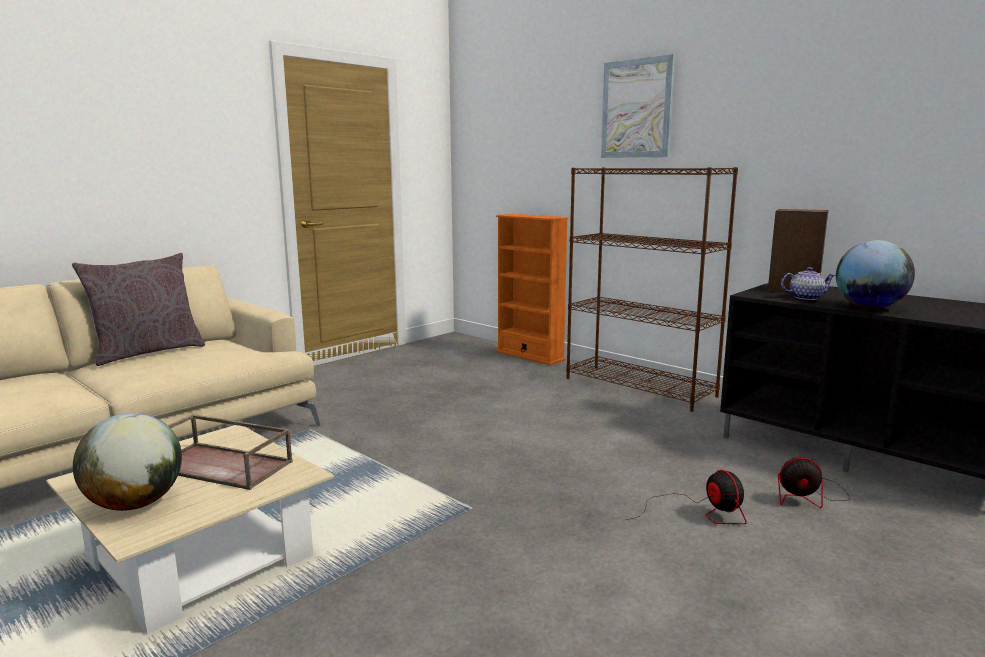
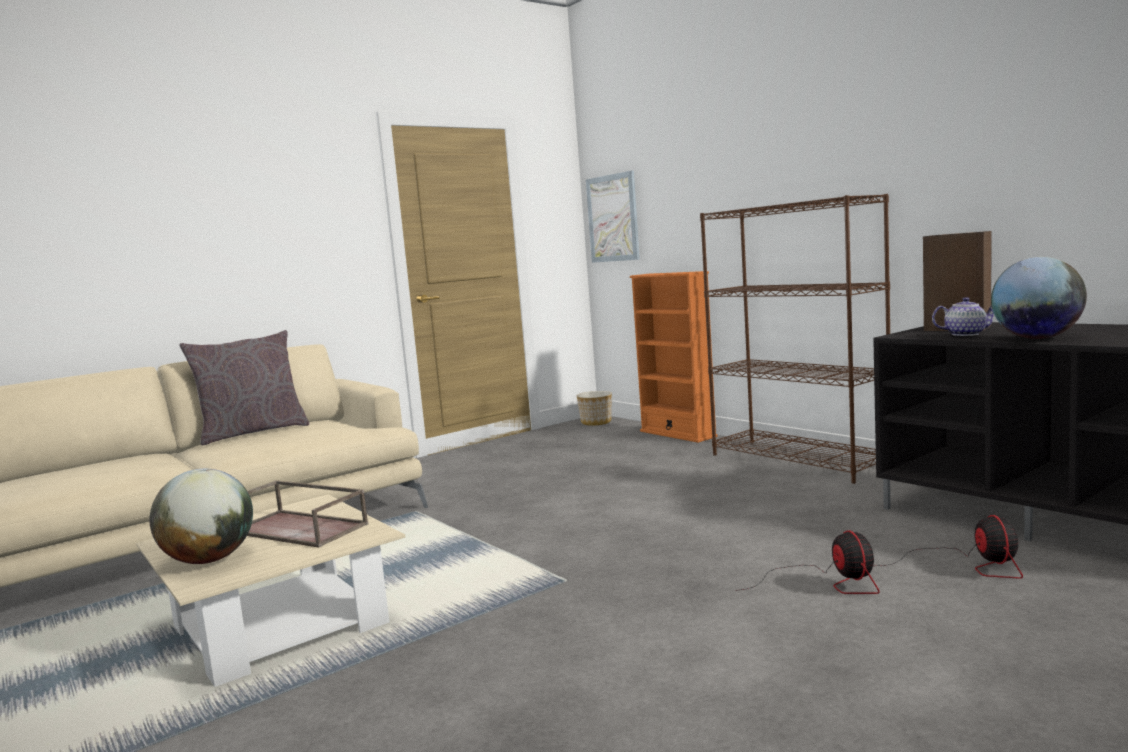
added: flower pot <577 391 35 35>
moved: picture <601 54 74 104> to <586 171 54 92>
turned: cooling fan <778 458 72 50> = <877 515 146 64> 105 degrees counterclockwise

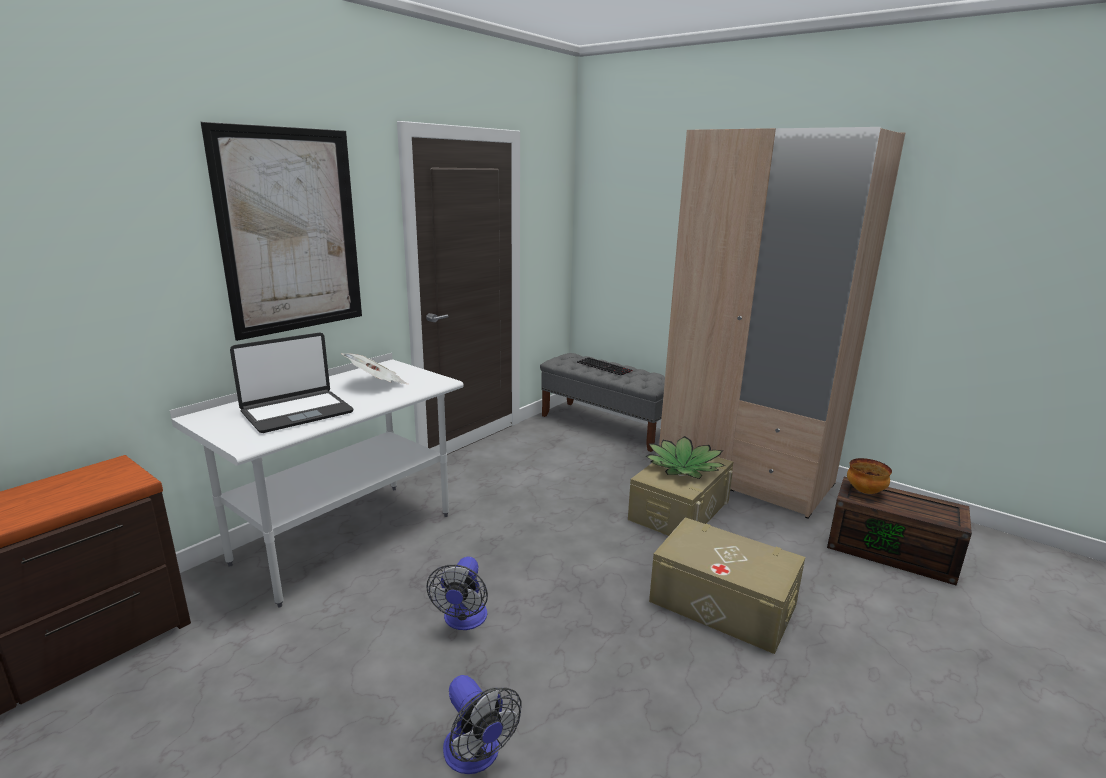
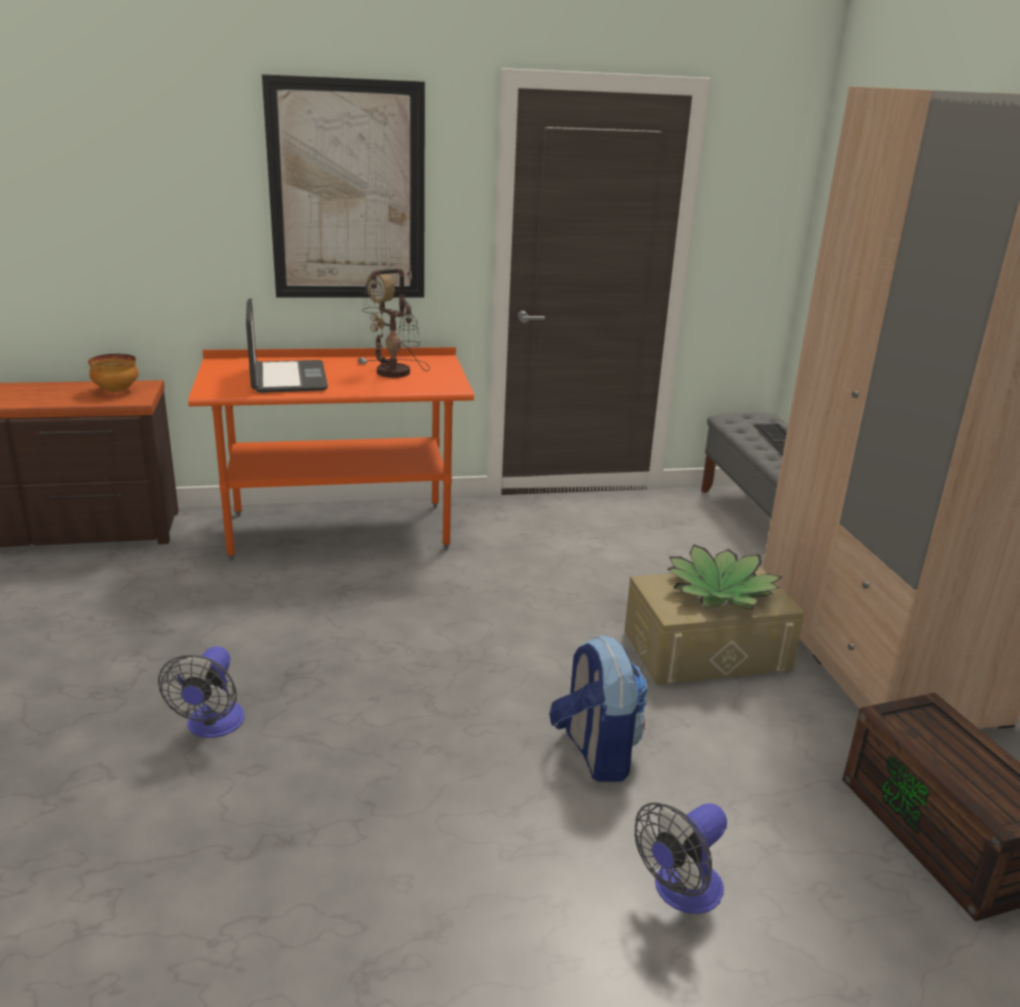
moved: cooling fan <427 557 61 73> to <635 802 92 112>; serving bowl <847 458 45 36> to <88 354 50 38>
replaced: daily paper <341 353 67 31> to table lamp <357 268 73 110>; storage container in beige <649 517 156 137> to backpack <549 635 99 147>
recoloured: desk table in white-coloured <170 353 294 255> to desk table in orange-coloured <188 347 286 213>
turned: laptop <230 332 123 101> = <246 298 82 95> 105 degrees counterclockwise

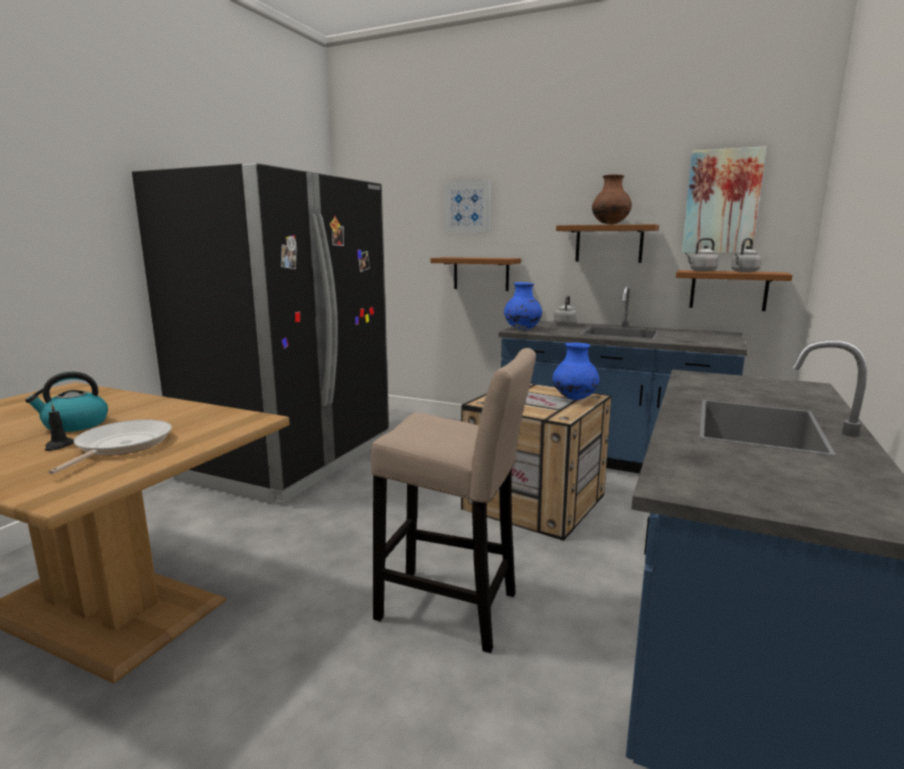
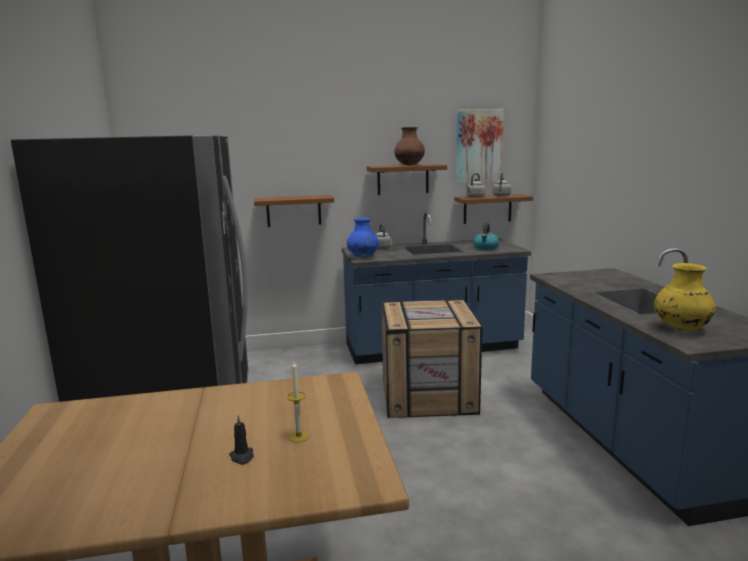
removed: stool in beige <371 348 165 305>; picture <444 181 47 52>; flower vase in blue <553 343 47 57>
added: flower vase in yellow-coloured <654 263 62 68>
moved: water kettle <25 372 83 60> to <473 223 26 27>
replaced: skillet <48 419 124 55> to candle <287 362 23 80>

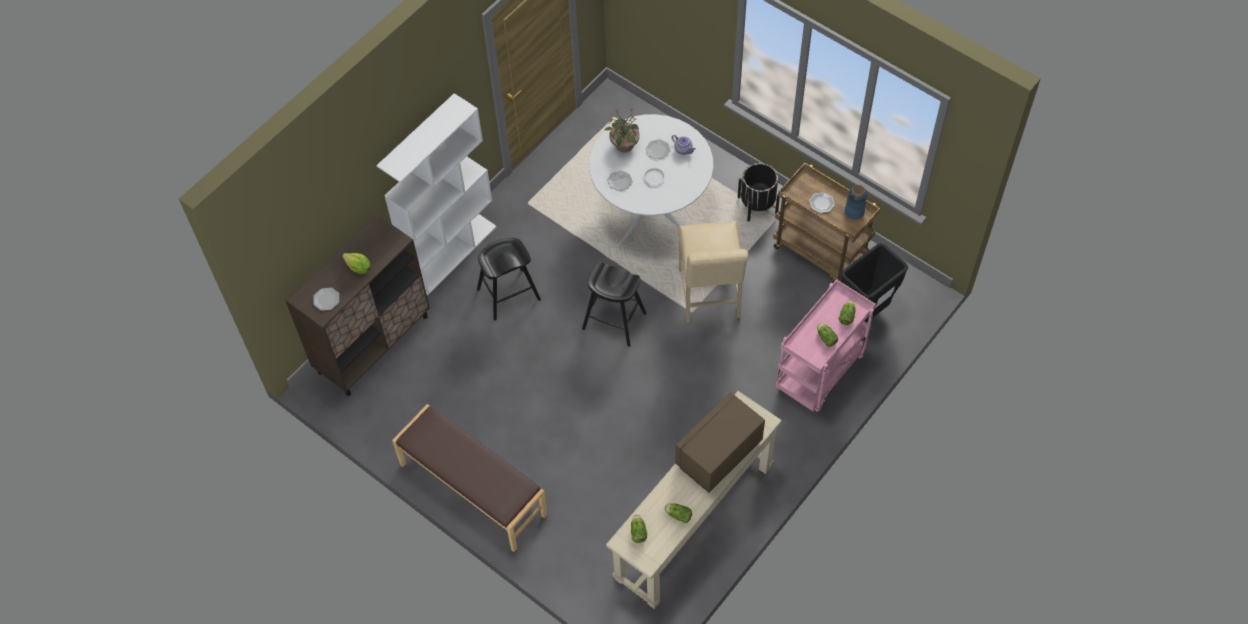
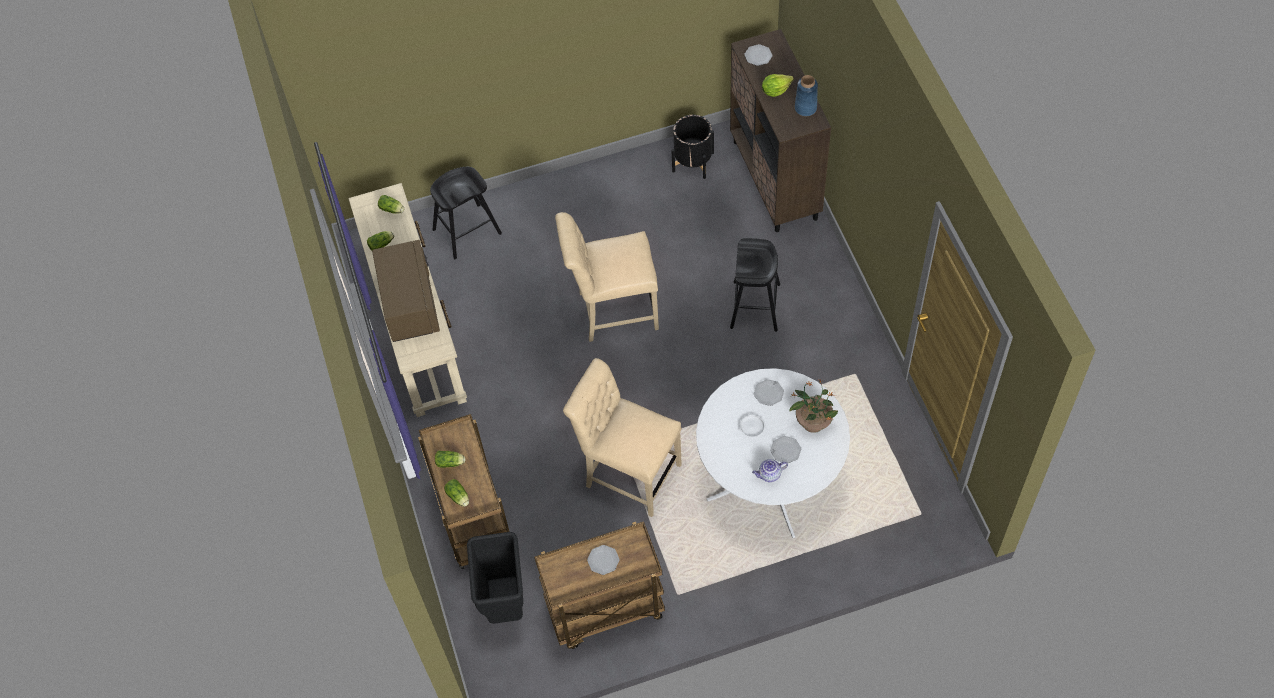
removed: bookcase in white-coloured <377 93 120 202>; indoor bench in brown <392 404 156 148>
added: chair in beige <555 212 104 130>
moved: stool in black-coloured <582 262 64 85> to <430 167 72 92>; flower pot in black-coloured <738 163 42 58> to <671 115 43 64>; flower vase in blue <845 185 22 35> to <795 75 23 41>
recoloured: trolley in pinkish <775 279 101 133> to trolley in brown <418 414 92 155>

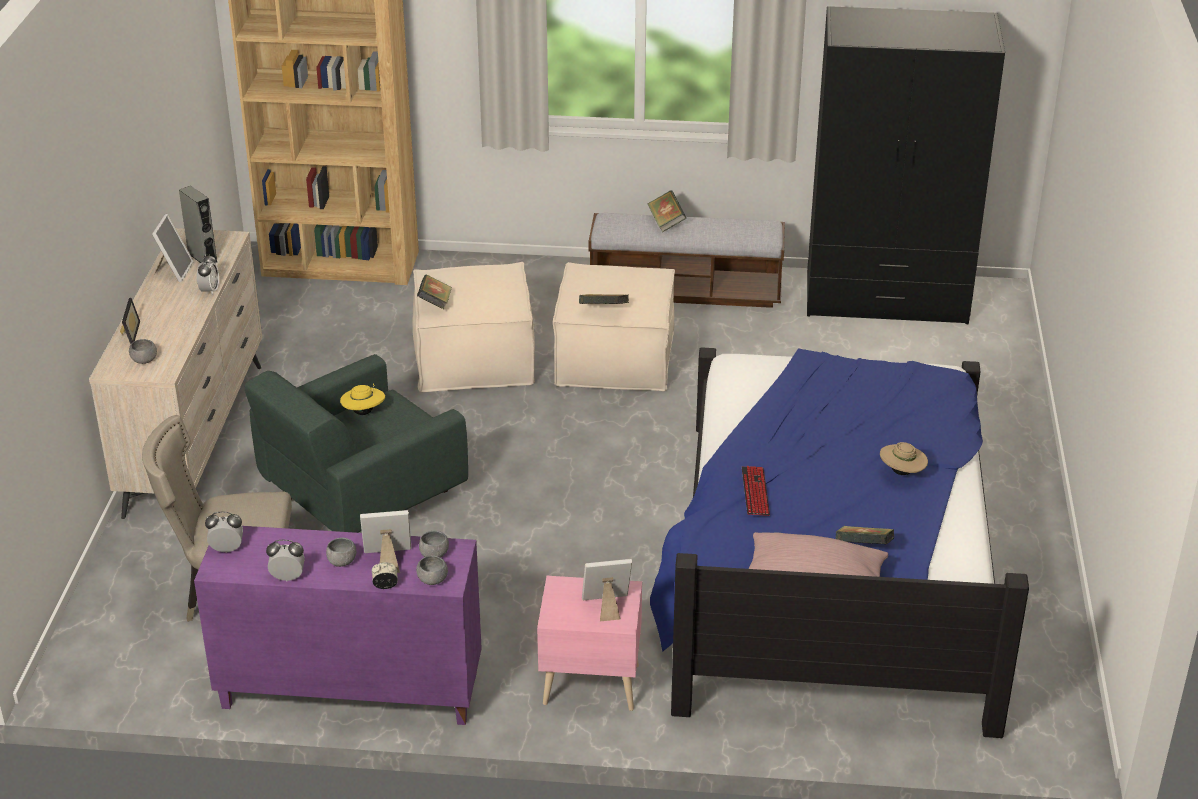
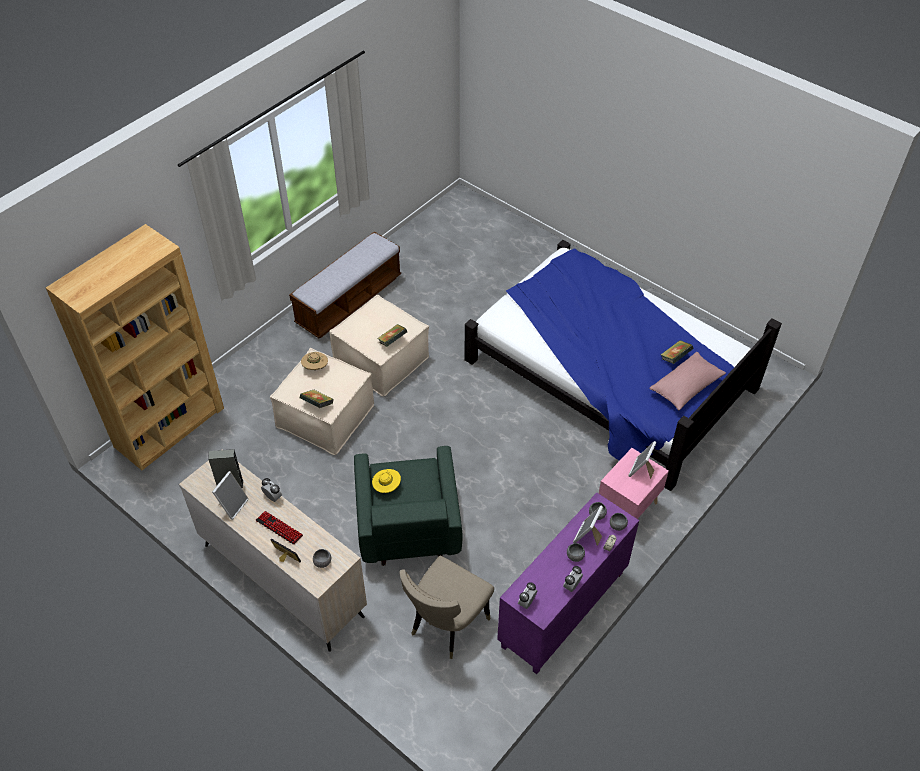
removed: book <648 190 38 42>; armoire in black-coloured <807 6 198 318>
moved: computer keyboard <742 466 28 50> to <256 511 47 34>; clothing hat in beige <880 442 48 33> to <301 352 27 18>
turned: standing frame <152 214 42 68> = <212 471 37 49> 75 degrees clockwise

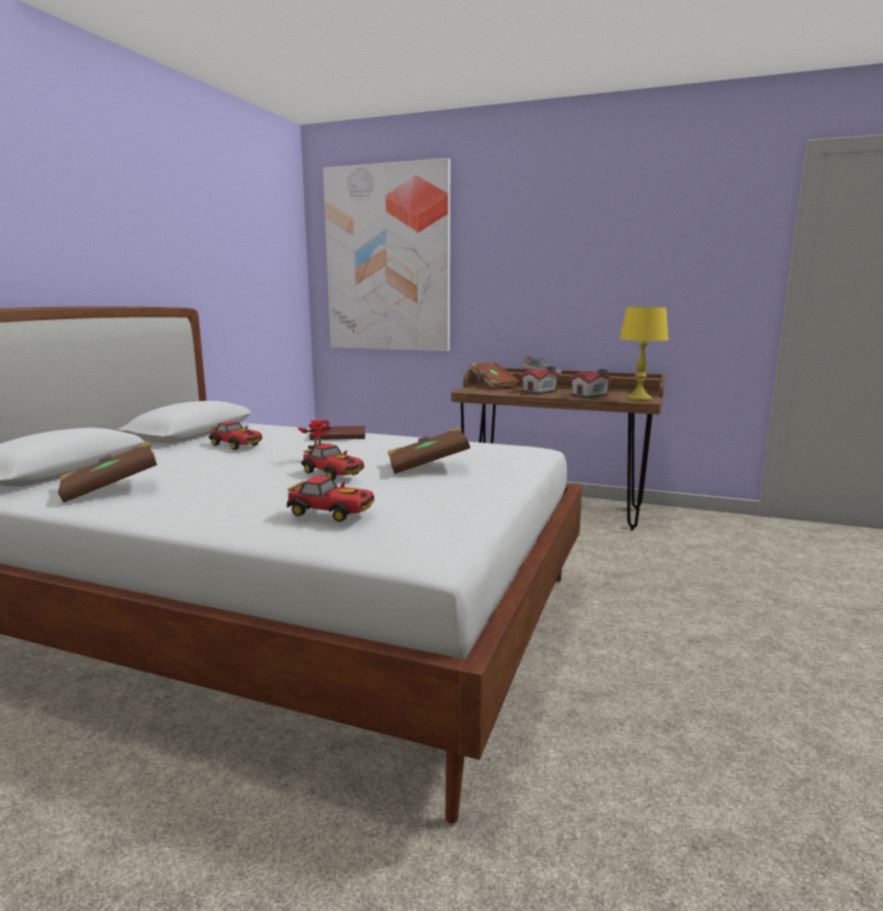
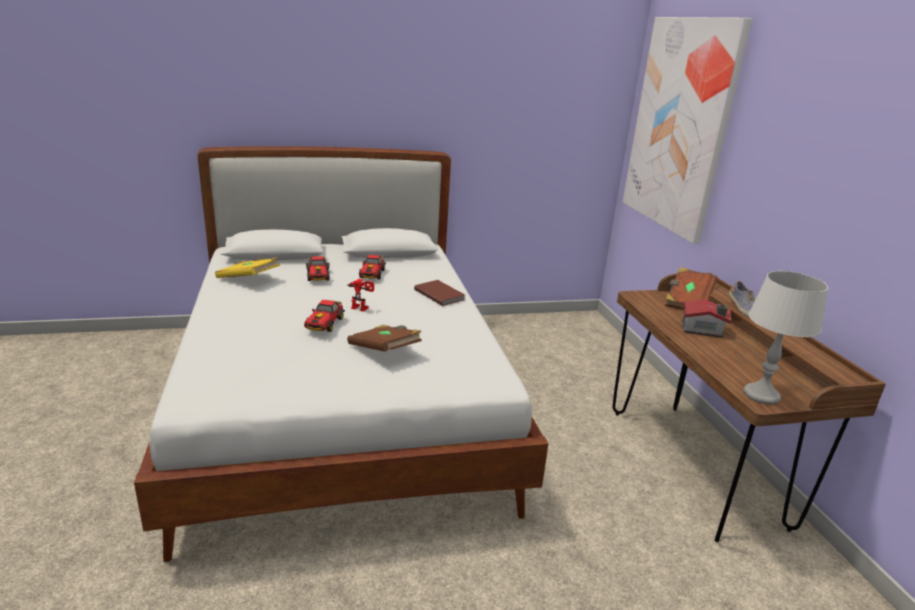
removed: model house <569 369 44 29>
moved: toy car <287 476 87 46> to <306 256 24 25>
recoloured: book in brown <58 442 99 60> to book in yellow-coloured <215 257 65 21>; table lamp in yellow-coloured <619 307 50 95> to table lamp in greyish <744 271 84 134>

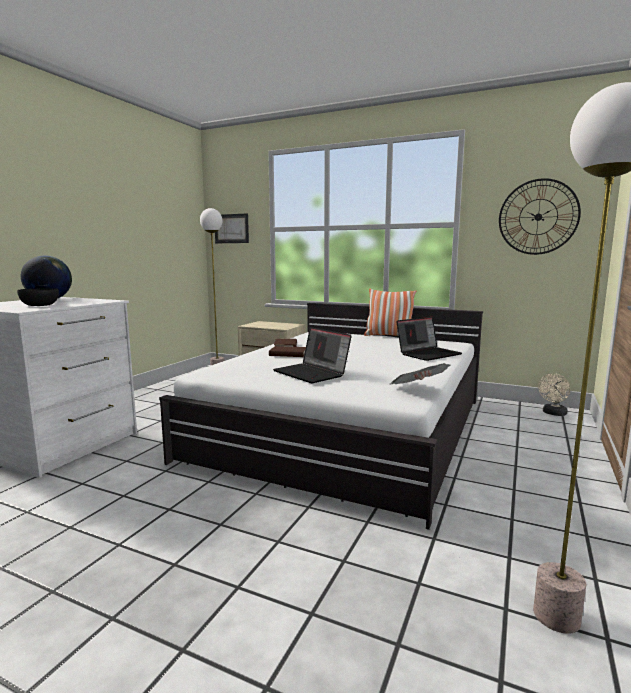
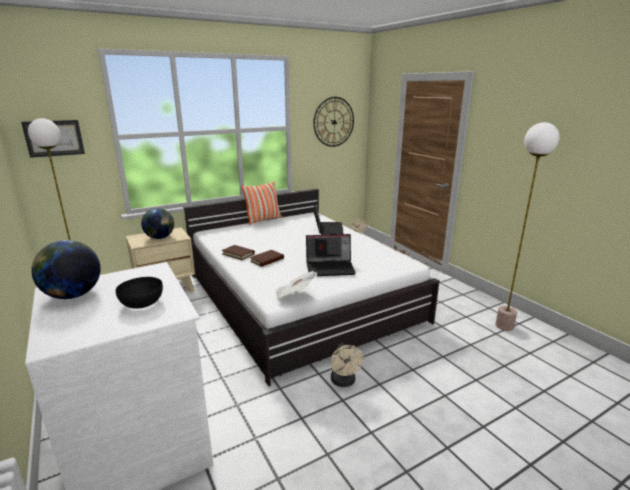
added: world globe <141 208 33 31>; cooling fan in beige <330 343 34 44>
moved: daily paper <391 363 60 21> to <276 271 41 28>

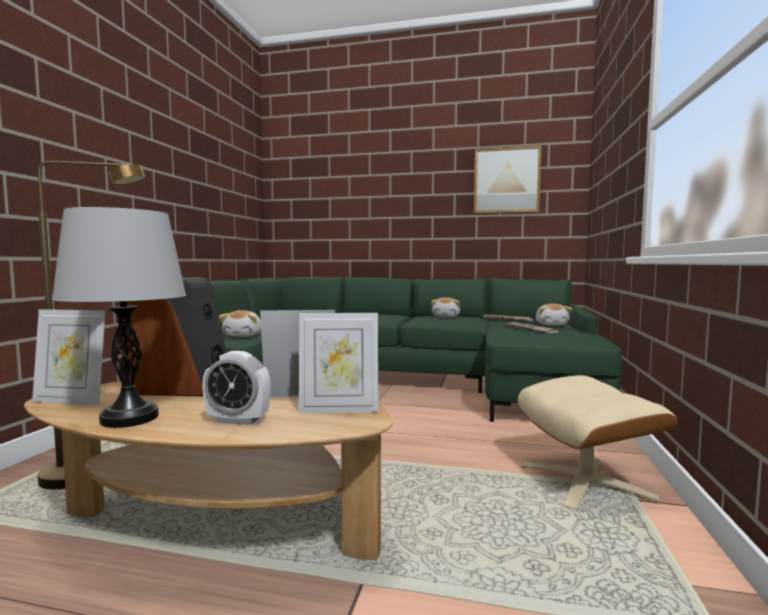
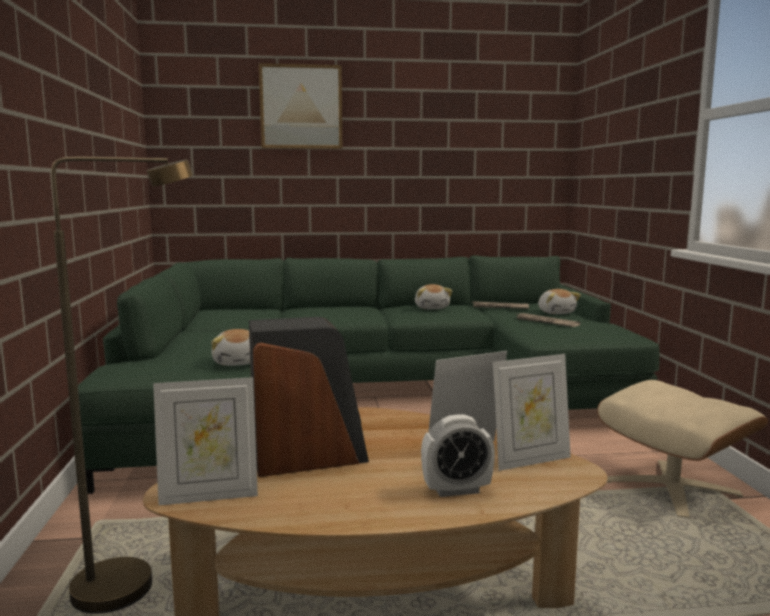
removed: table lamp in greyish <52 207 134 221>
moved: picture <474 146 67 68> to <259 63 83 86>

